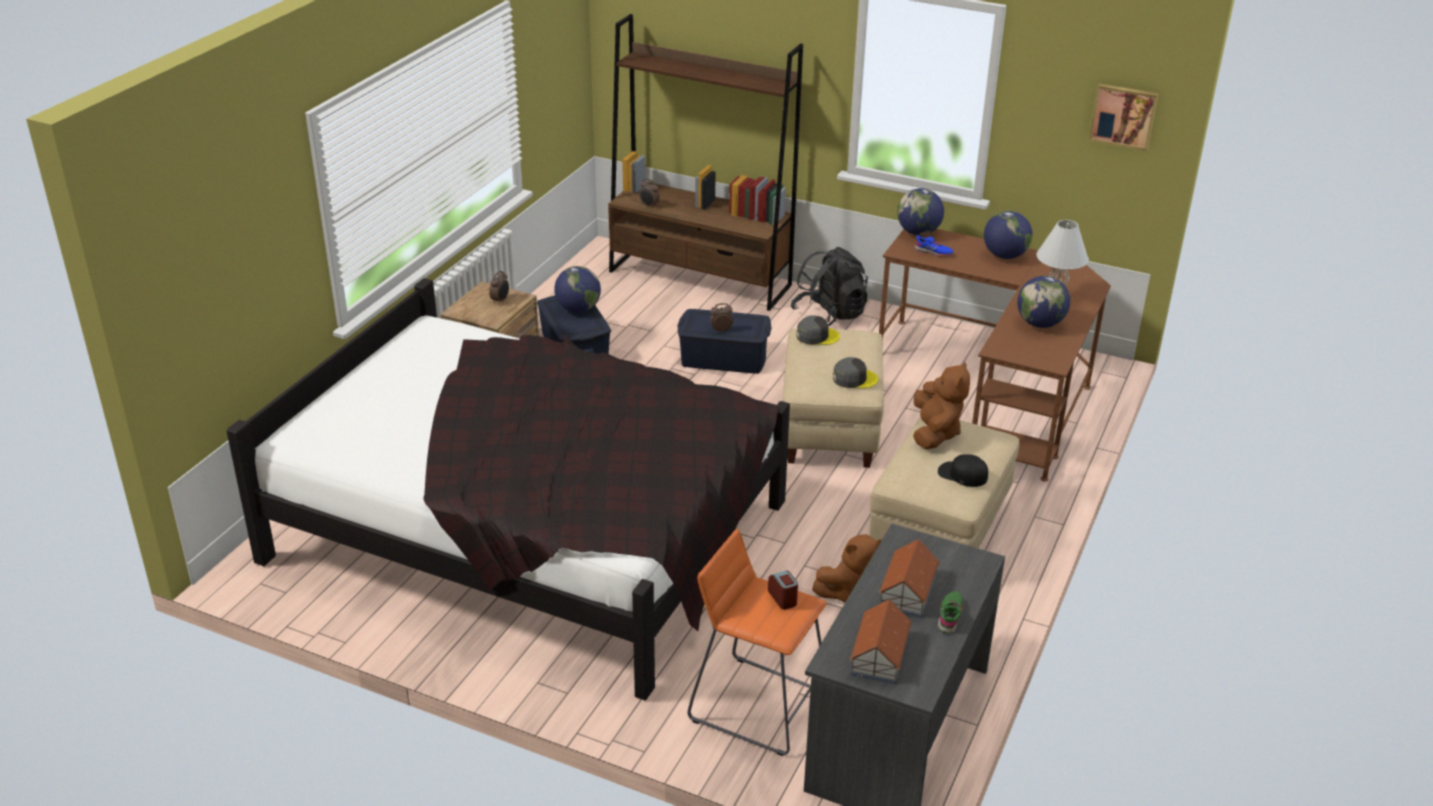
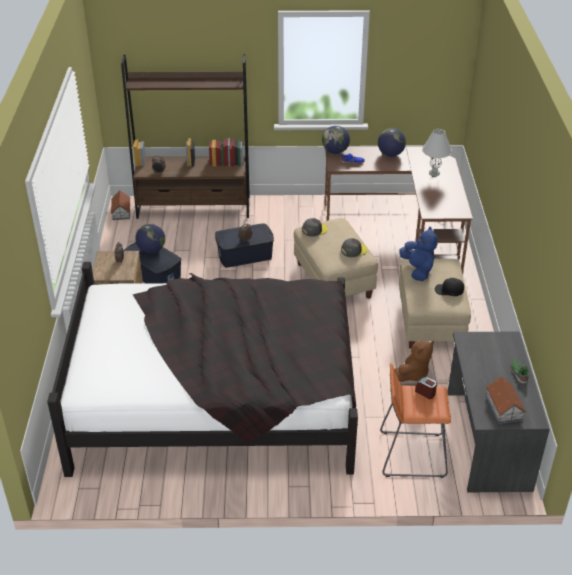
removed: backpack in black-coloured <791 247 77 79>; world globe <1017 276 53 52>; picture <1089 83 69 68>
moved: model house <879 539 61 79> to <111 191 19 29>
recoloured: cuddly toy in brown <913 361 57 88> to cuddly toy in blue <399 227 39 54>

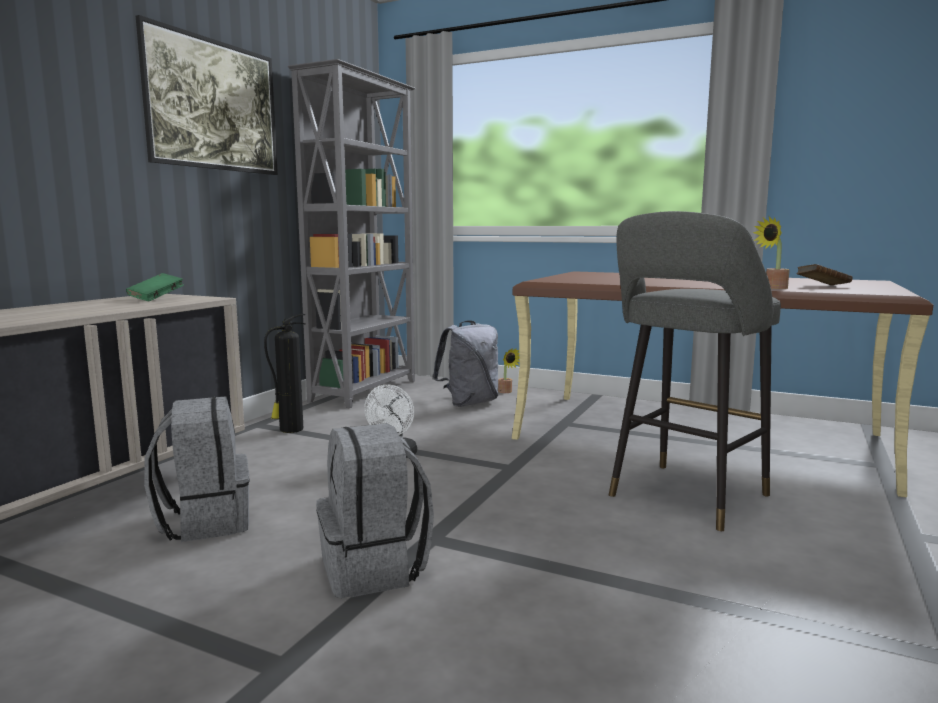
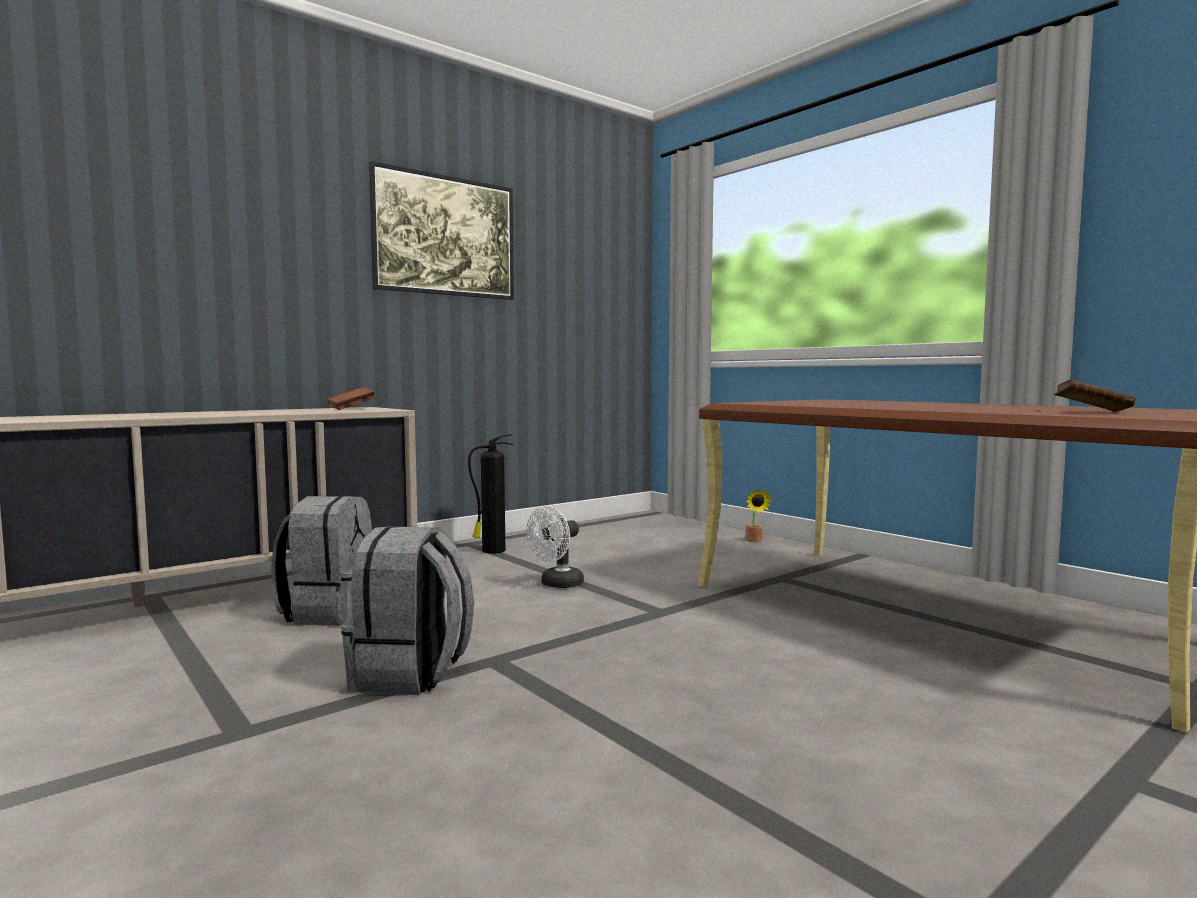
removed: bookcase in greyish <288 59 128 349>; backpack in greyish <432 320 66 87>; stool in greyish <609 211 172 320>; houseplant <753 217 37 72>
recoloured: book in greenish <126 273 58 28> to book in brown <327 387 49 23>

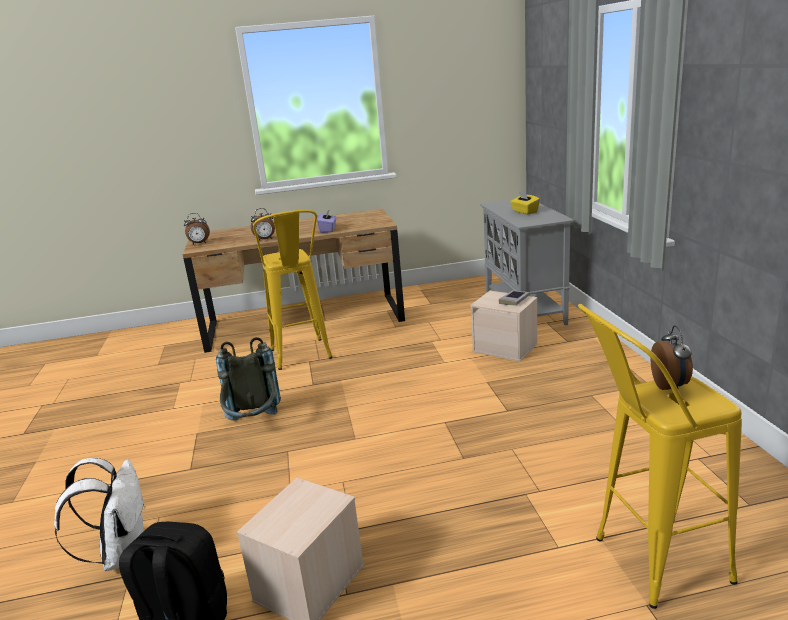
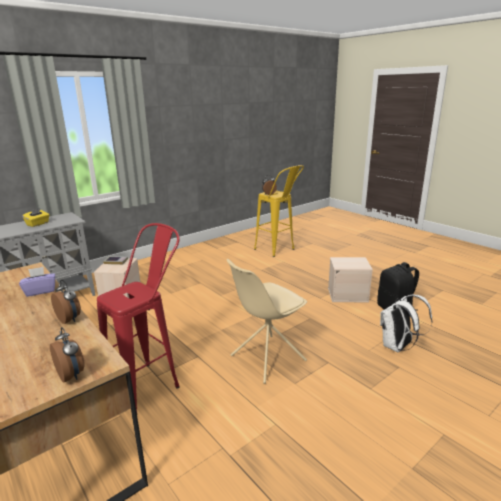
replaced: backpack in greyish <216 337 65 84> to chair in beige <227 259 80 125>
recoloured: stool in yellow-coloured <253 210 80 160> to stool in red-coloured <97 223 83 189>

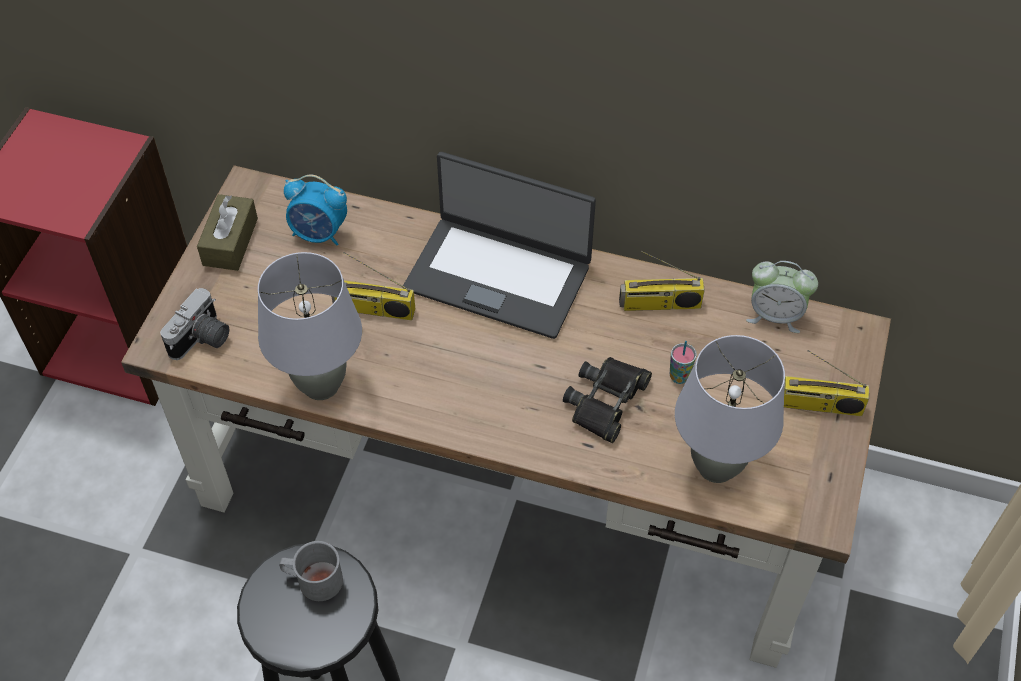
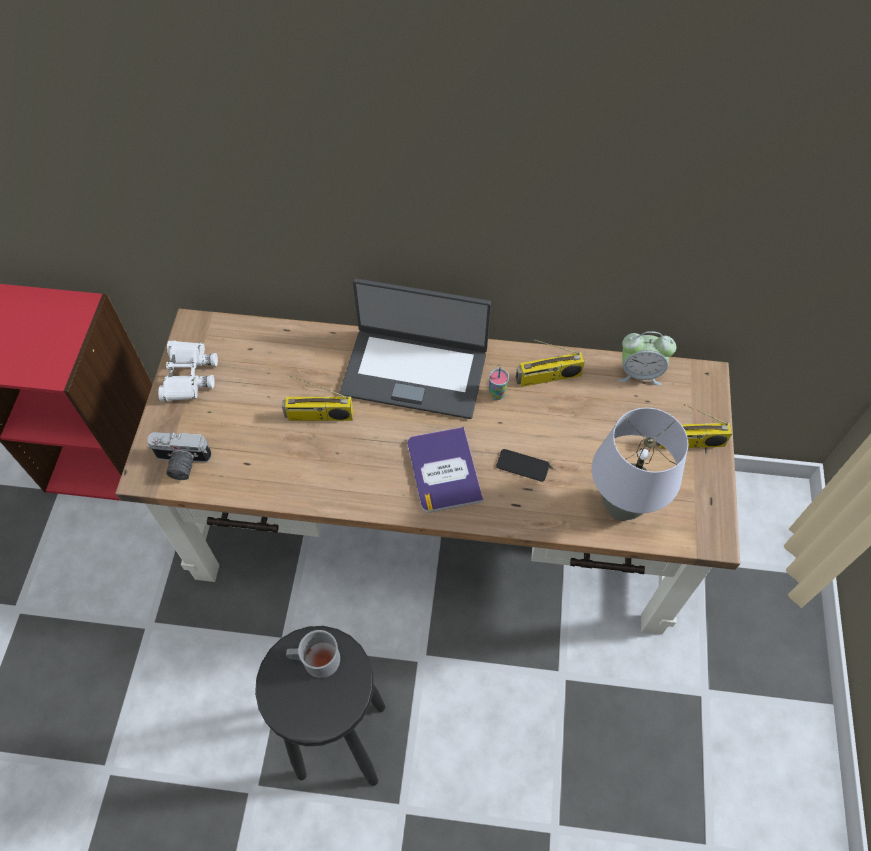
removed: table lamp in greyish <258 252 104 148>; bedside clock <284 174 63 71>
added: book <407 427 76 86>
moved: small cup <670 341 27 43> to <489 367 20 33>
replaced: tissue holder in brown <197 194 61 77> to field glasses in white-coloured <158 341 60 60>; field glasses in black-coloured <563 357 89 86> to phone <496 449 54 33>
turned: photo camera <160 288 69 72> = <147 432 65 48> 75 degrees clockwise

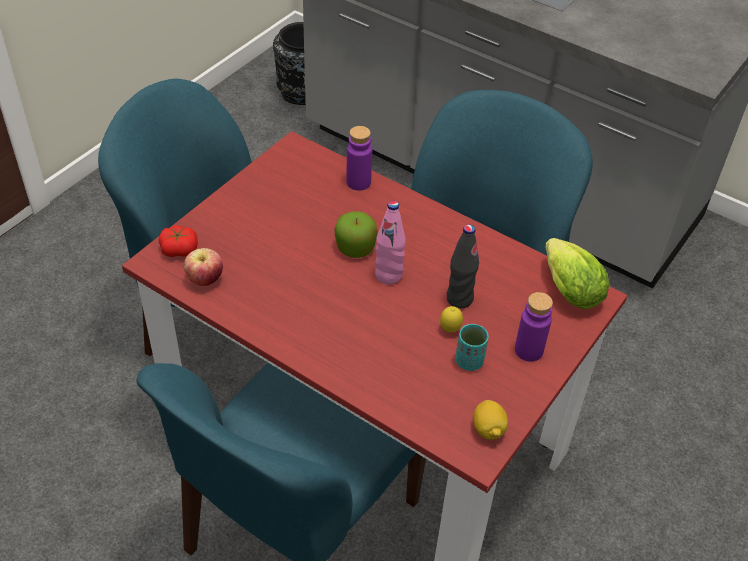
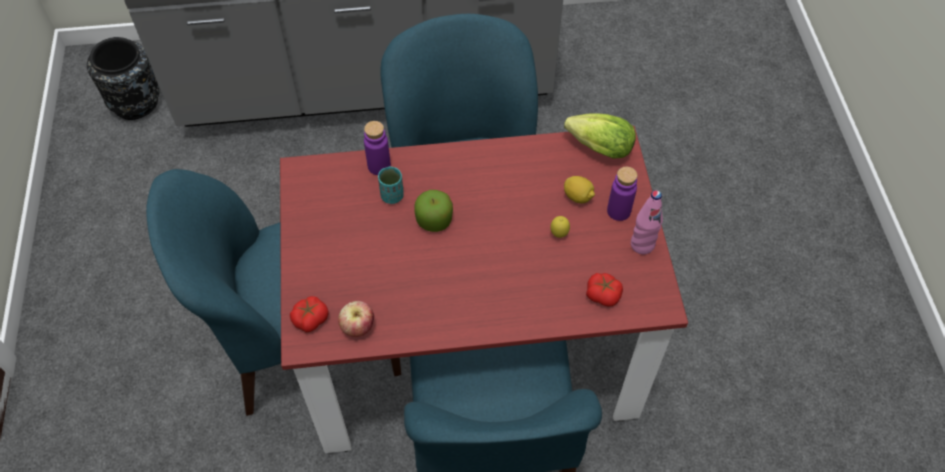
removed: drink bottle in black-coloured <447 224 32 85>
added: fresh tomato <586 273 37 34>
moved: drink bottle in pinkish <375 201 31 84> to <631 190 32 64>; small cup in turquoise-coloured <455 324 34 47> to <378 167 26 37>; citrus fruit <473 400 35 40> to <564 176 31 27>

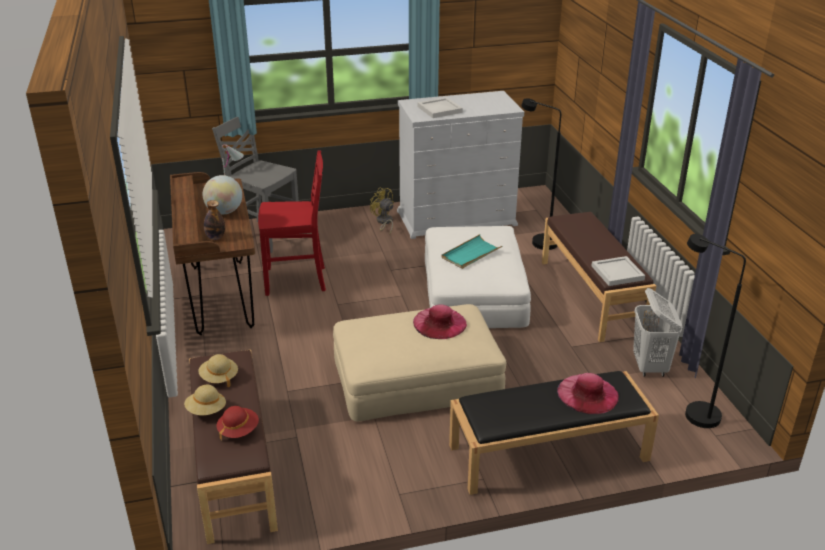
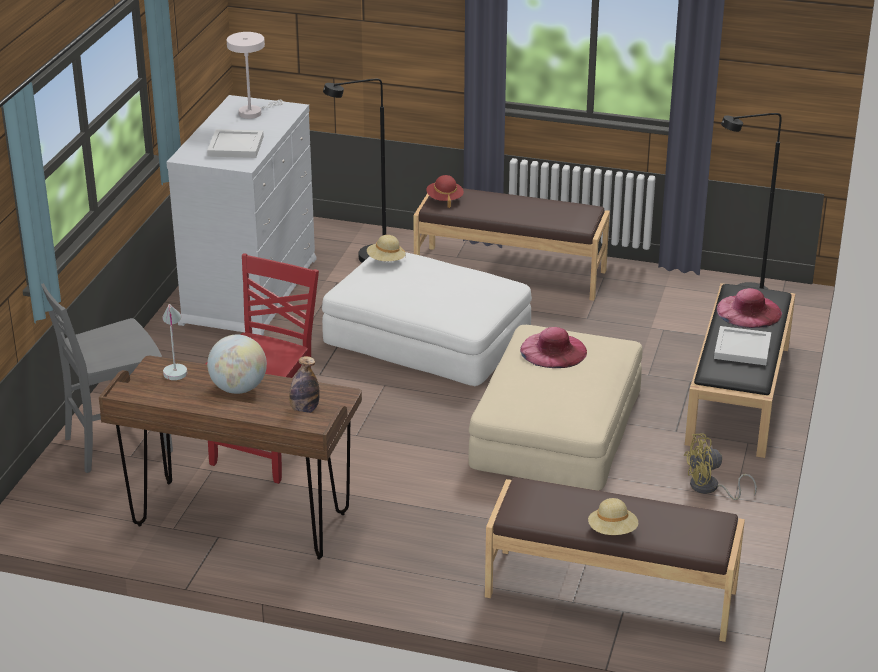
removed: carrying tray in turquoise-coloured <442 234 60 35>; hamper in white-coloured <633 288 49 89>
added: table lamp in white-coloured <227 32 57 87>
moved: clothing hat in beige <198 354 40 33> to <367 235 39 26>; clothing hat in red-coloured <217 406 42 34> to <426 175 38 33>; cooling fan in yellow-coloured <370 187 24 46> to <684 434 73 66>; carrying tray in white-coloured <592 256 53 30> to <714 326 57 39>

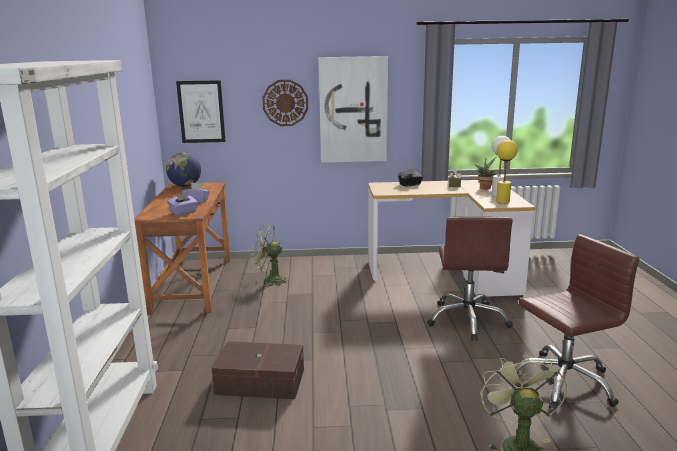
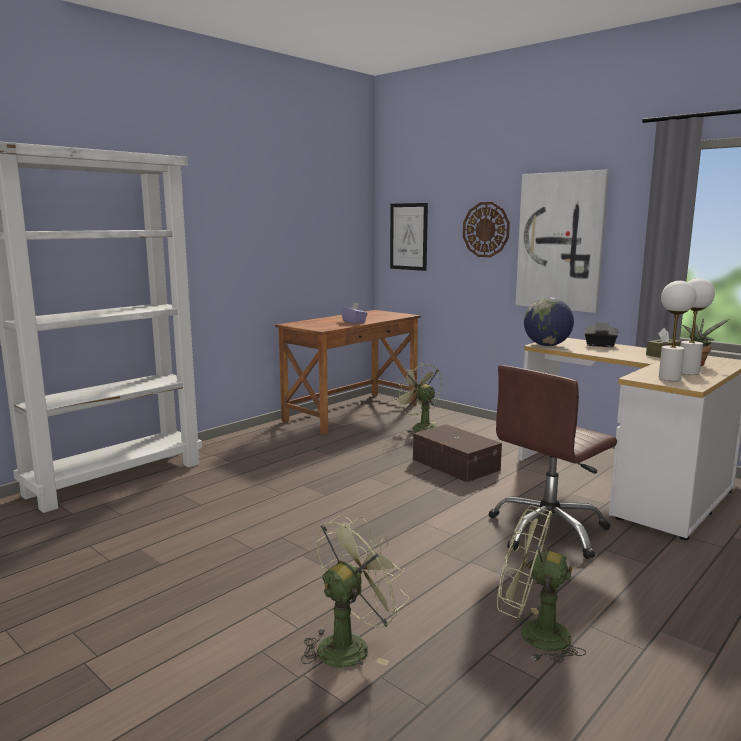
removed: tissue holder in purple-coloured <167 193 31 23>
moved: world globe <166 152 35 35> to <524 297 50 49>; storage container in brown <211 341 93 58> to <413 424 89 58>
replaced: computer chair in brown <515 234 124 175> to cooling fan in greenish <497 505 89 159>
recoloured: table lamp in yellow-coloured <496 140 22 64> to table lamp in white-coloured <659 281 38 100>

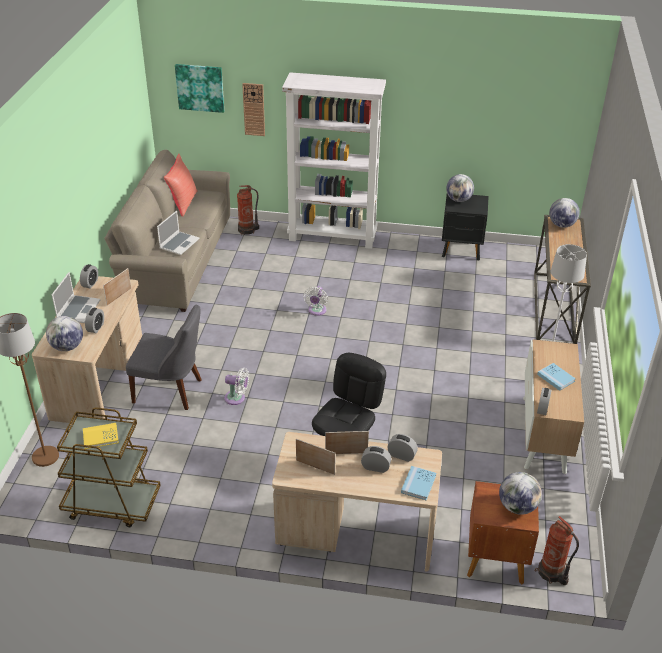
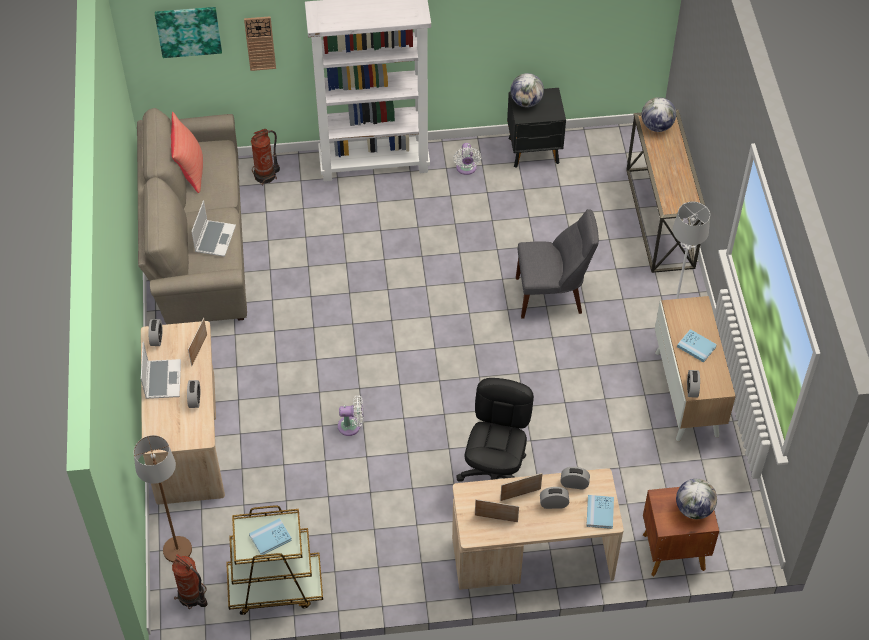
removed: world globe <46 316 37 35>
moved: chair in greyish <126 305 76 105> to <516 209 83 110>; cooling fan in white-coloured <303 286 25 30> to <453 143 28 32>; extinguisher <535 516 44 69> to <172 554 35 55>
recoloured: book in yellow-coloured <83 423 36 26> to book in blue <249 518 43 37>

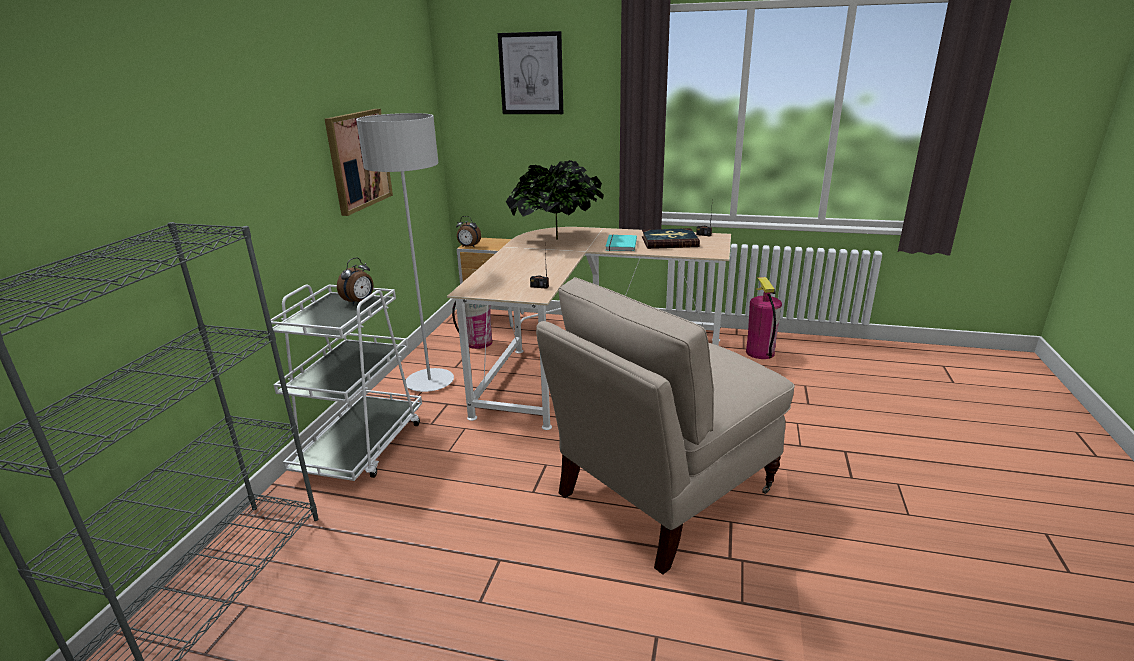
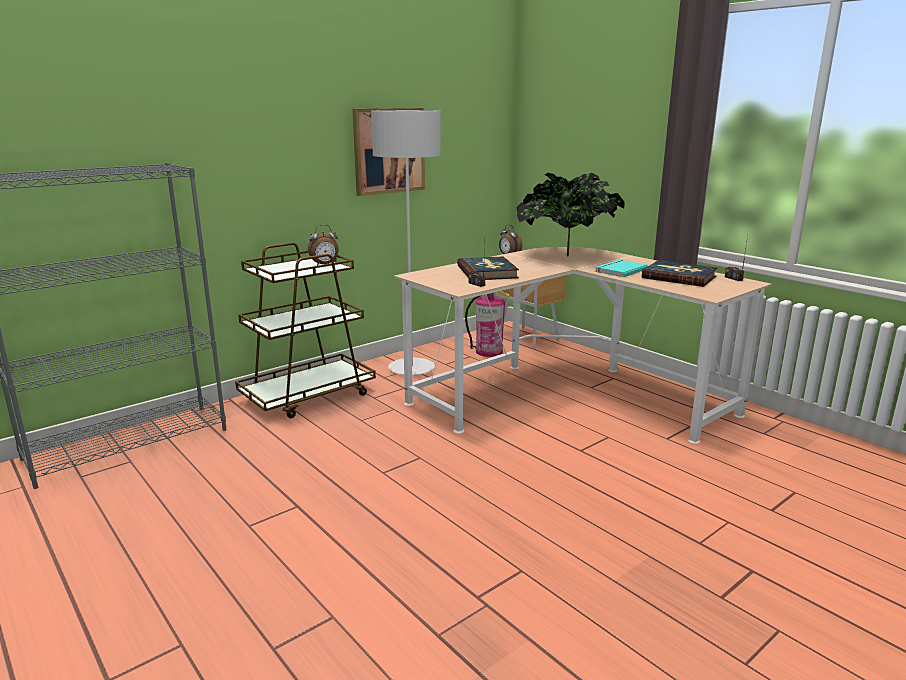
removed: picture <498 31 65 83>; chair in beige <536 277 259 298>; extinguisher <746 277 36 82>
added: book <457 256 62 24>
recoloured: trolley in white-coloured <271 284 151 197> to trolley in brown <235 242 141 176>

